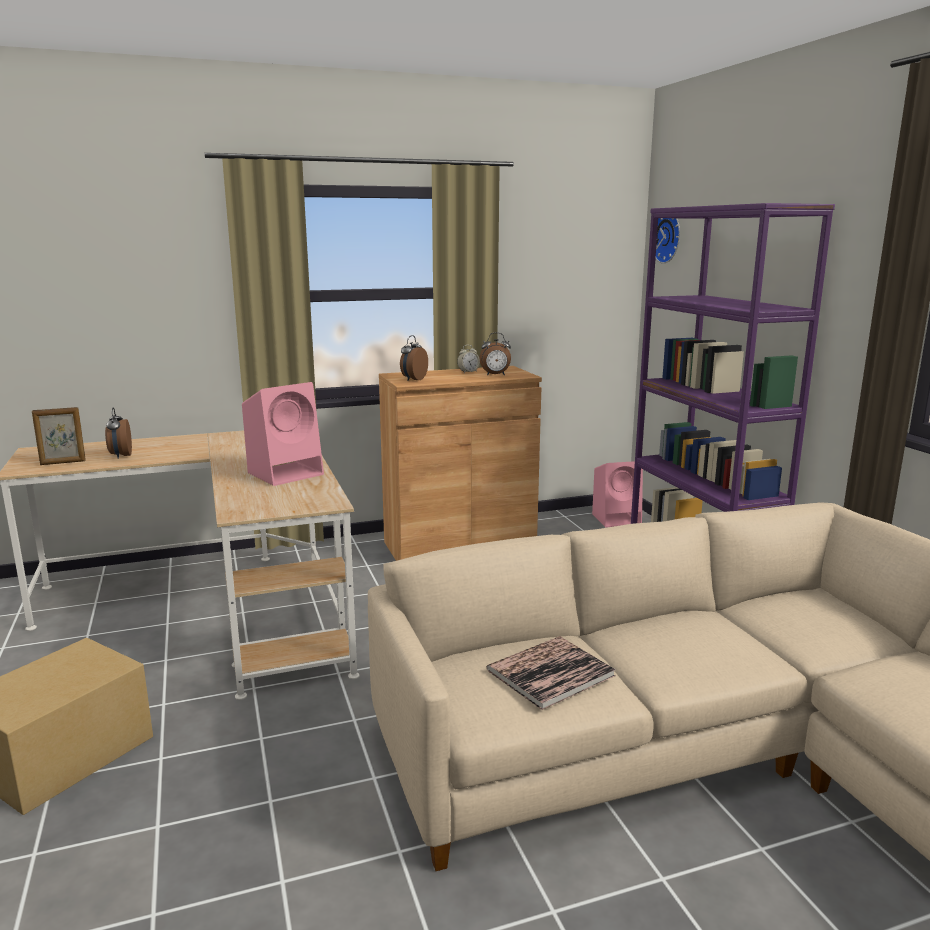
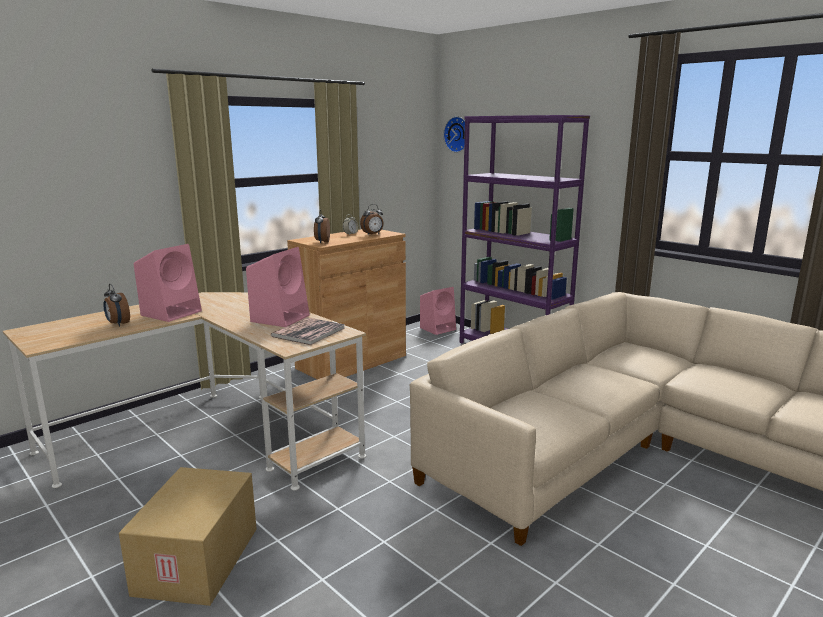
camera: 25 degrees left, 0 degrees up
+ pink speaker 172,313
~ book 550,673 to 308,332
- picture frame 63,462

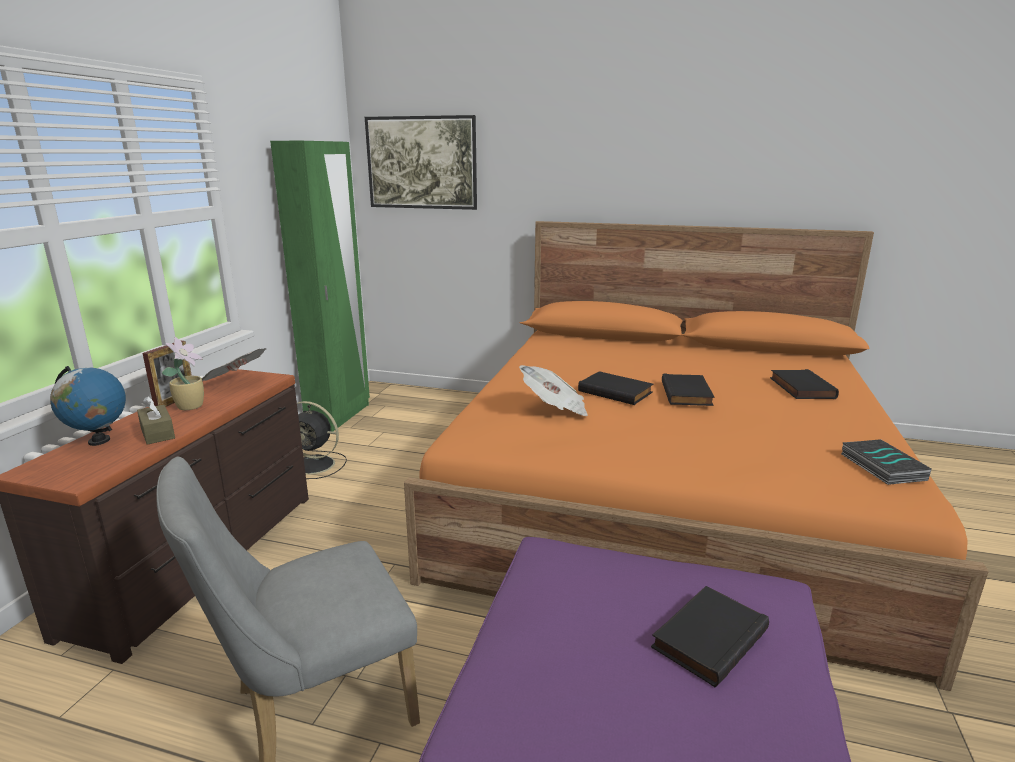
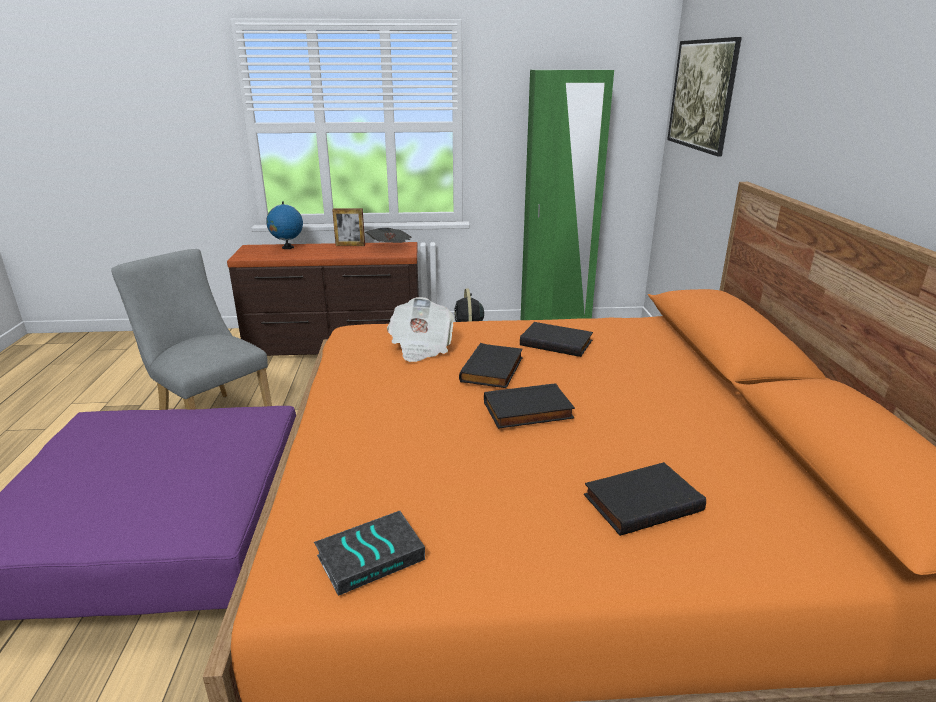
camera: 70 degrees right, 5 degrees up
~ black book 707,637 to 557,342
- brown tissue box 157,433
- potted plant 191,406

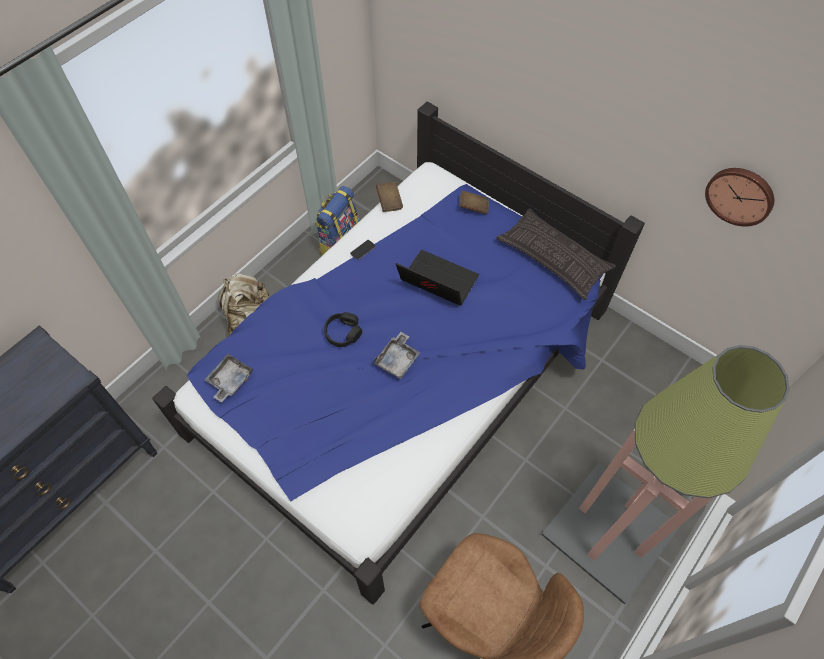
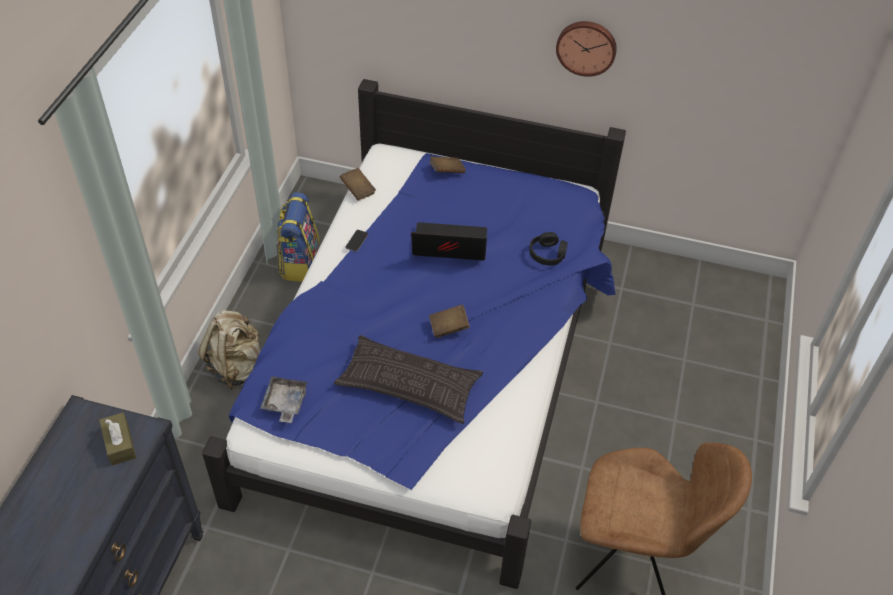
camera: 25 degrees left, 10 degrees down
+ brown tissue box 119,444
~ pillow 553,258 to 409,385
~ grey tray 397,360 to brown book 448,327
~ black headphones 343,333 to 547,254
~ wall clock 740,195 to 586,47
- floor lamp 612,531

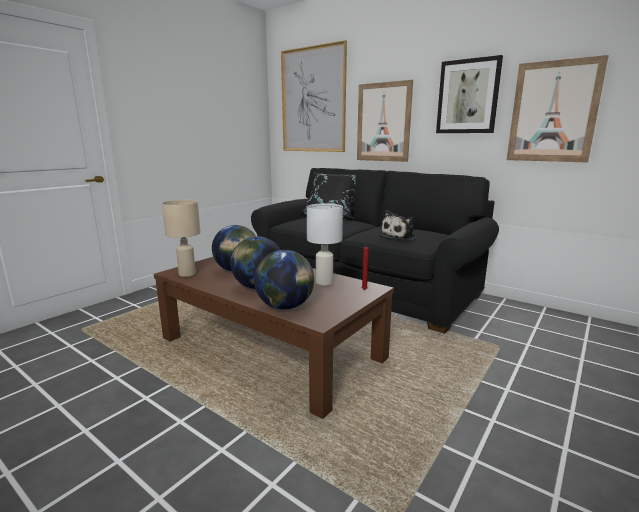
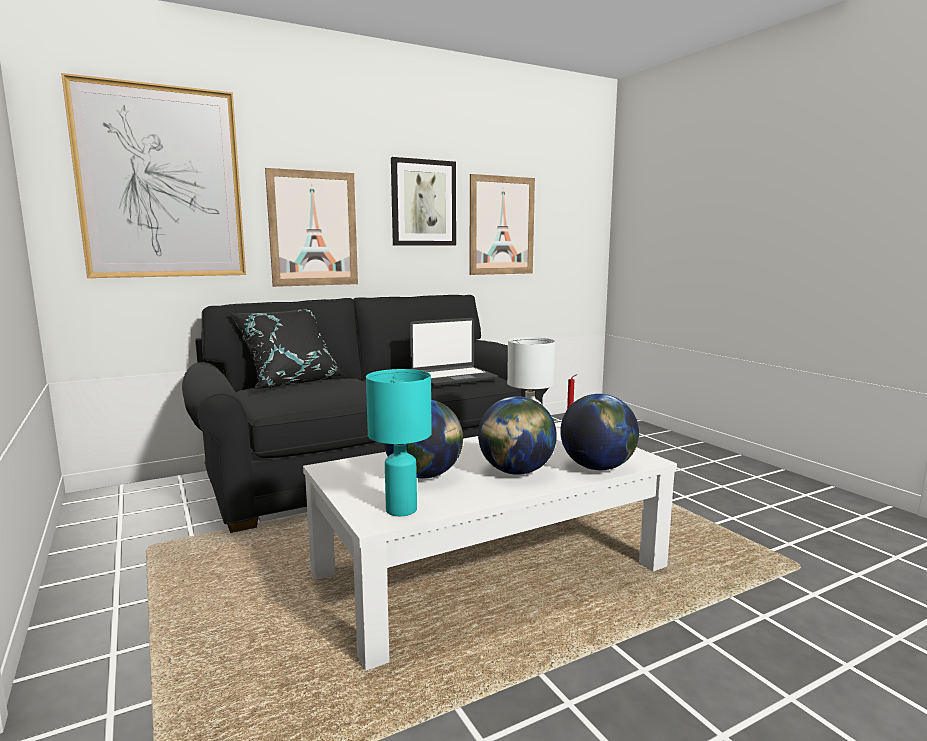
camera: 65 degrees left, 5 degrees down
~ brown coffee table 271,348 to white coffee table 491,569
~ beige table lamp 187,274 to turquoise table lamp 402,510
~ plush toy 399,237 to laptop 453,377

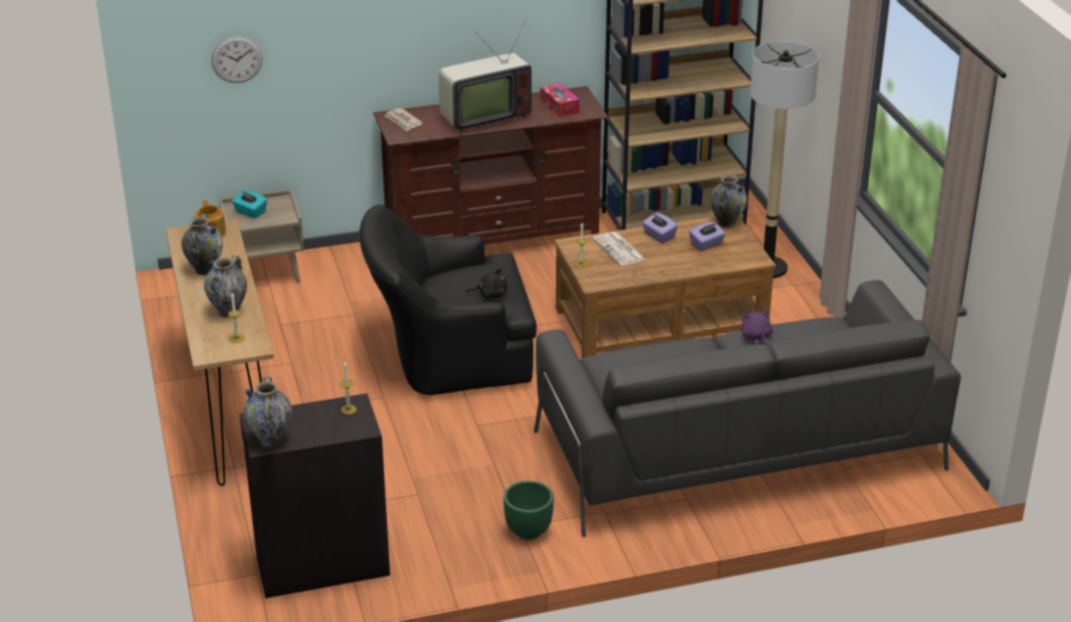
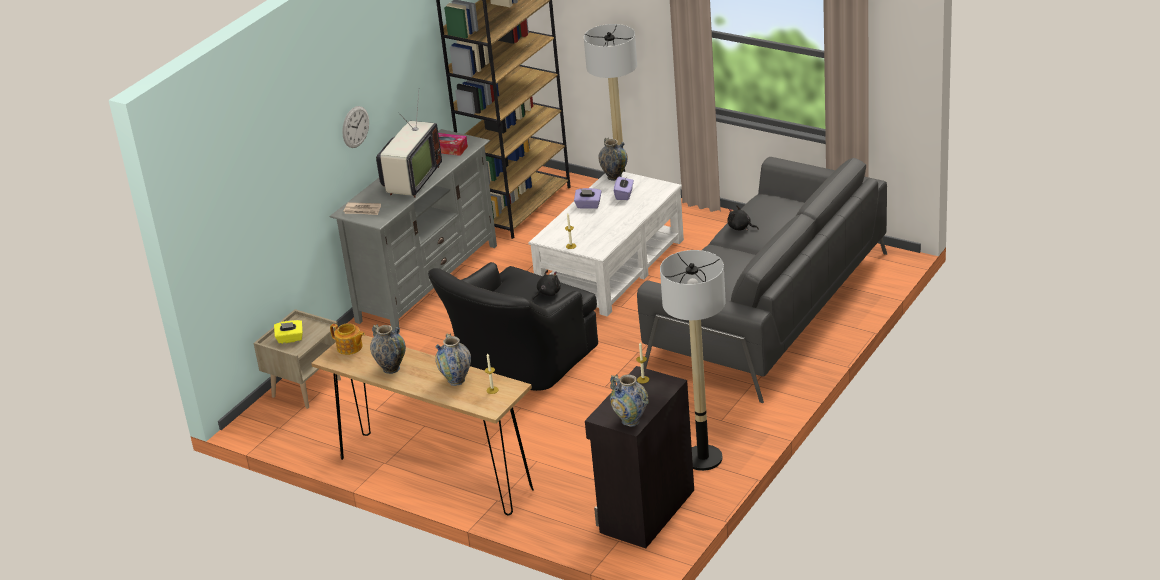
camera: 40 degrees left, 0 degrees up
~ turquoise tissue box 250,212 to yellow tissue box 290,339
~ brown tv stand 492,242 to grey tv stand 427,283
~ wall clock 237,59 to 355,127
~ brown coffee table 659,320 to white coffee table 610,268
+ floor lamp 703,458
~ purple plush toy 756,337 to black plush toy 740,227
- green planter 528,532
- newspaper 620,250

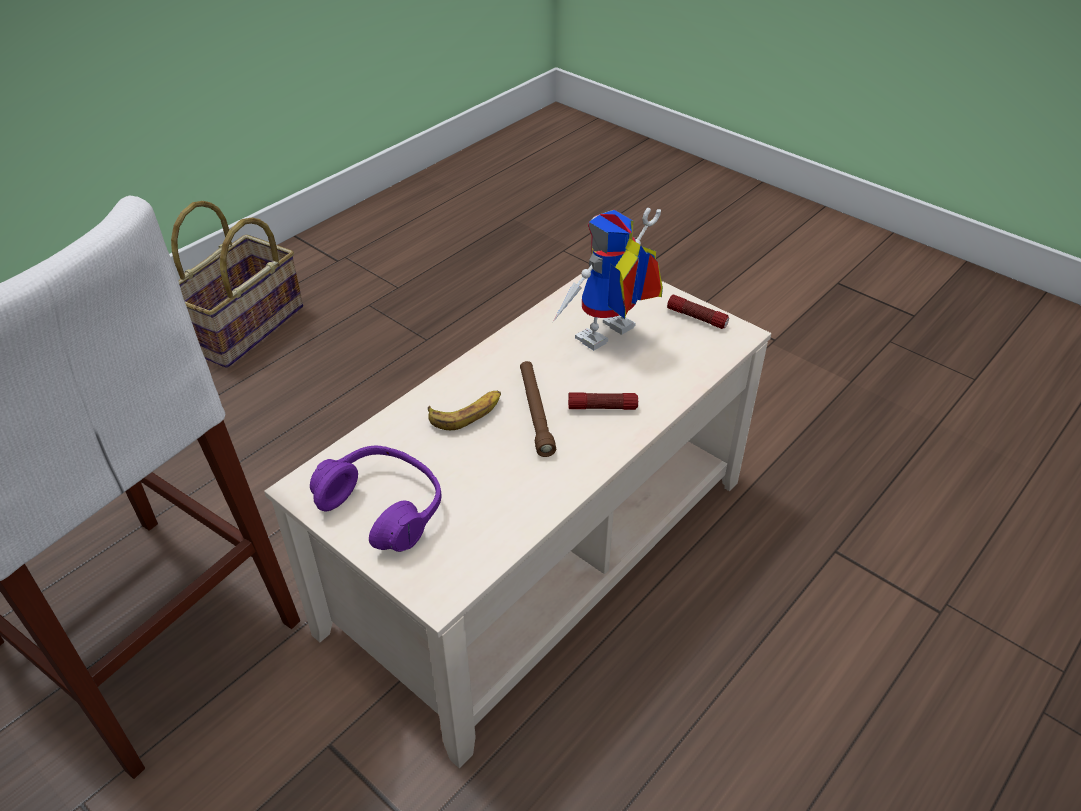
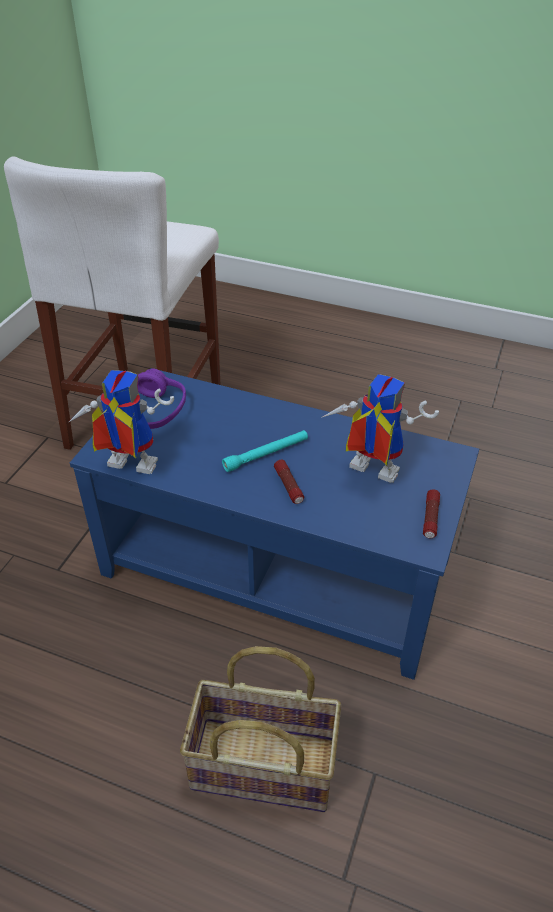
camera: 70 degrees right, 0 degrees up
+ toy robot 126,468
~ beige coffee table 540,554 to blue coffee table 275,567
~ basket 245,328 to 262,767
~ brown flashlight 535,412 to turquoise flashlight 266,454
- banana 467,413

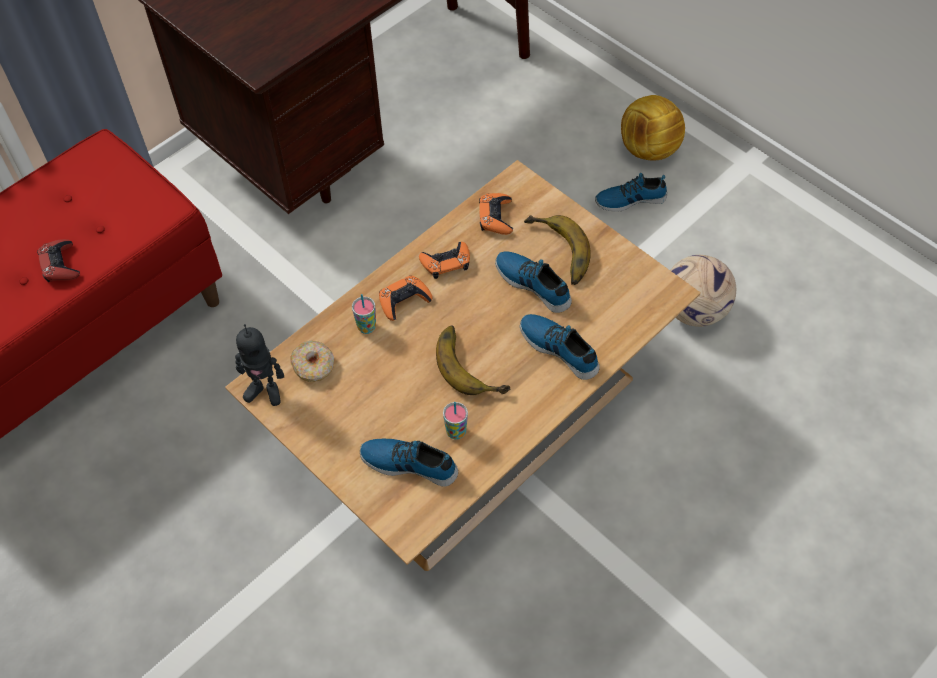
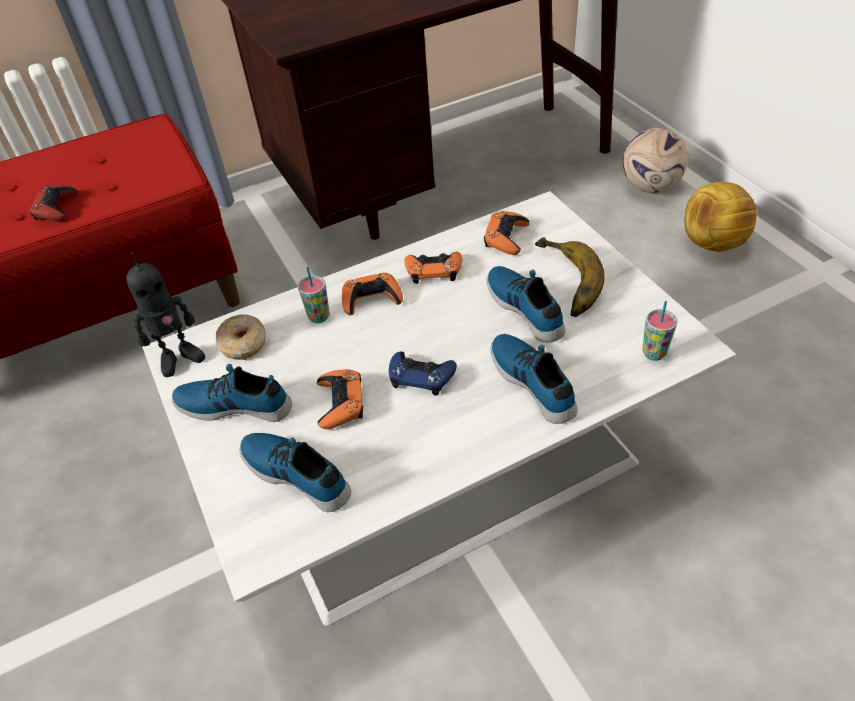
camera: 20 degrees right, 10 degrees down
~ toy robot 265,390 = 179,358 60 degrees counterclockwise
~ brown coffee table 469,421 to white coffee table 436,467
~ shoe 630,199 to 234,404
+ orange game controller 341,403
~ banana 472,363 to blue game controller 421,376
~ football 693,311 to 649,187
~ cup 456,432 to 654,353

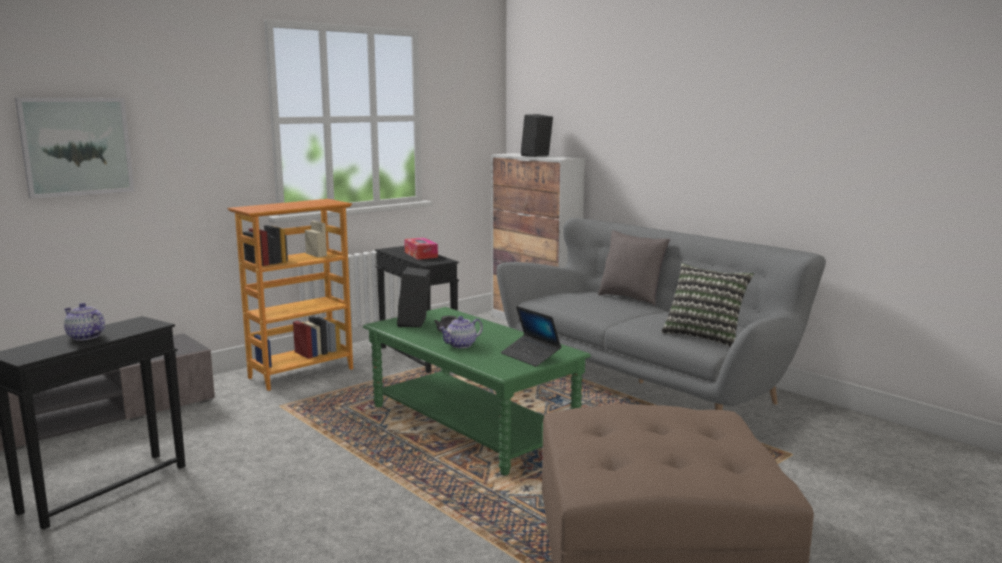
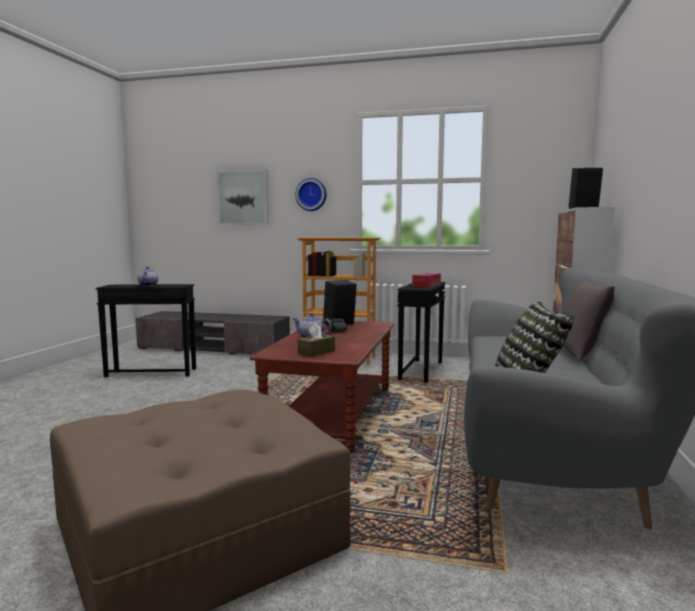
camera: 55 degrees right, 5 degrees down
~ green coffee table 471,425 to brown coffee table 333,413
+ wall clock 311,194
~ laptop 530,356 to brown tissue box 316,352

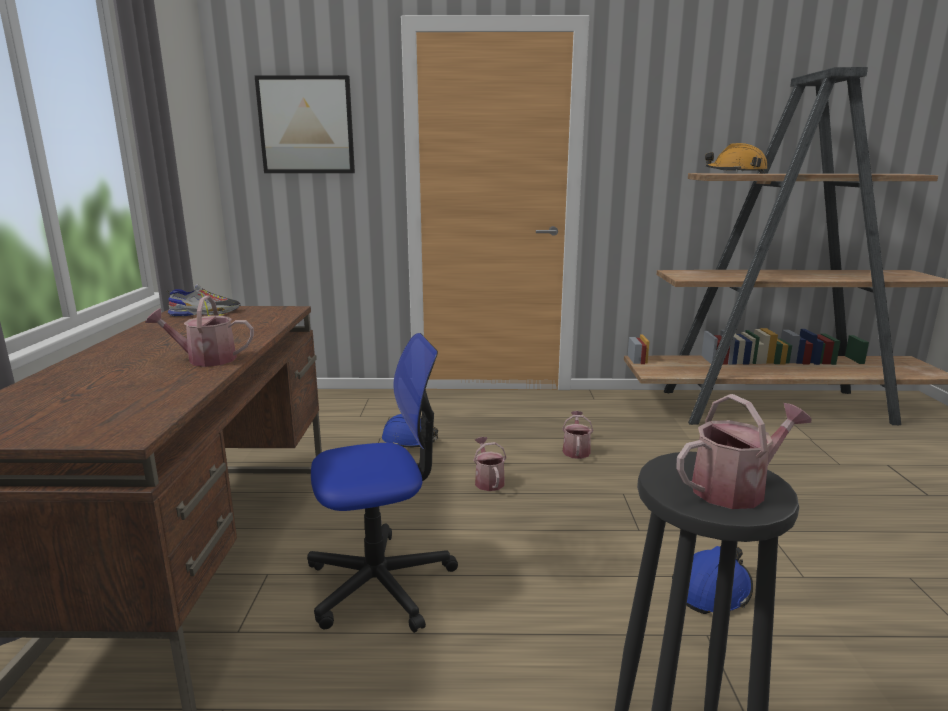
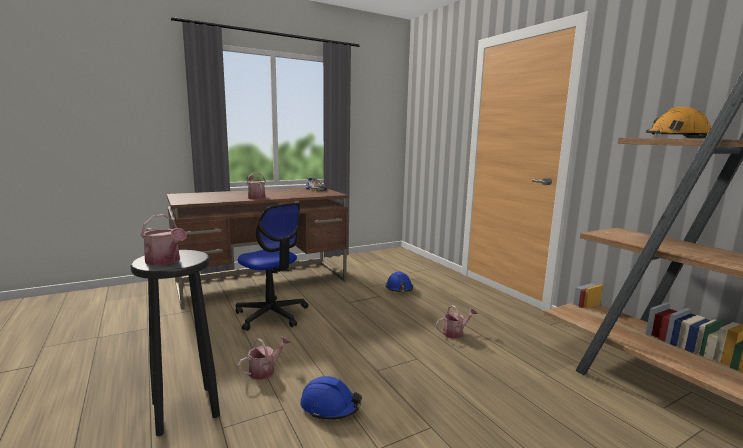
camera: 60 degrees right, 5 degrees down
~ watering can 488,481 to 265,370
- picture 306,125

